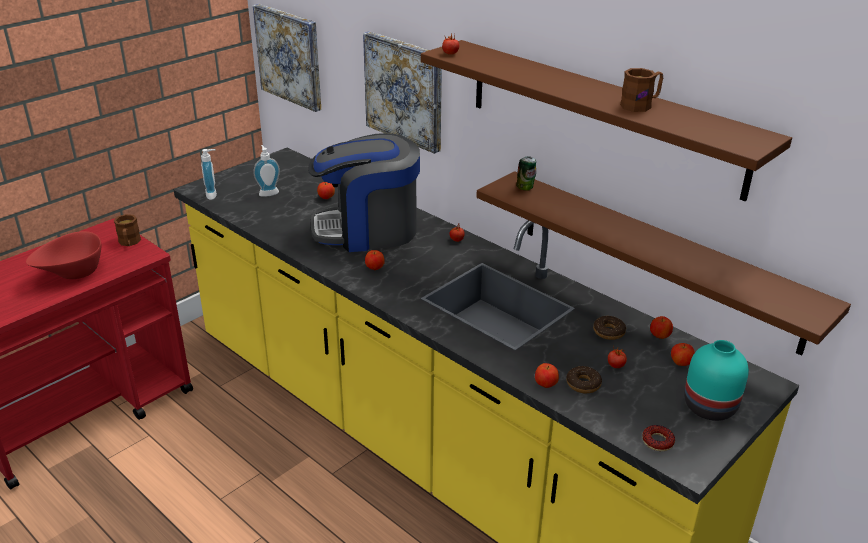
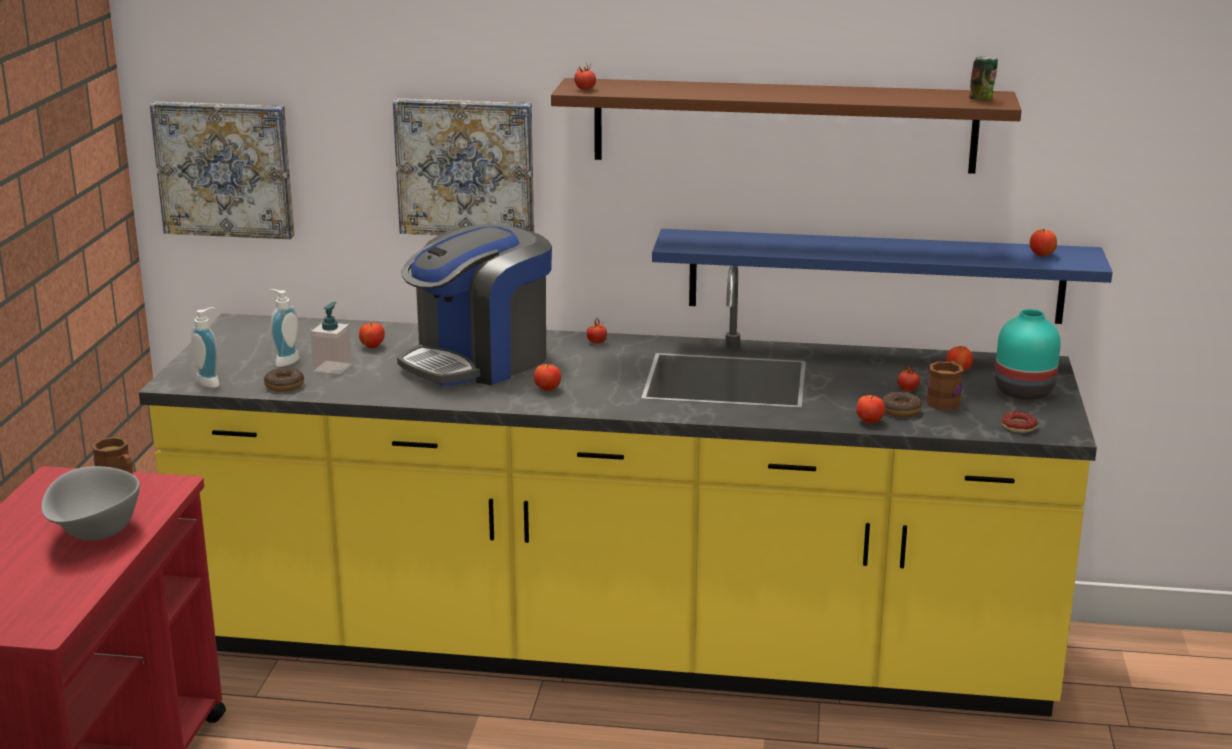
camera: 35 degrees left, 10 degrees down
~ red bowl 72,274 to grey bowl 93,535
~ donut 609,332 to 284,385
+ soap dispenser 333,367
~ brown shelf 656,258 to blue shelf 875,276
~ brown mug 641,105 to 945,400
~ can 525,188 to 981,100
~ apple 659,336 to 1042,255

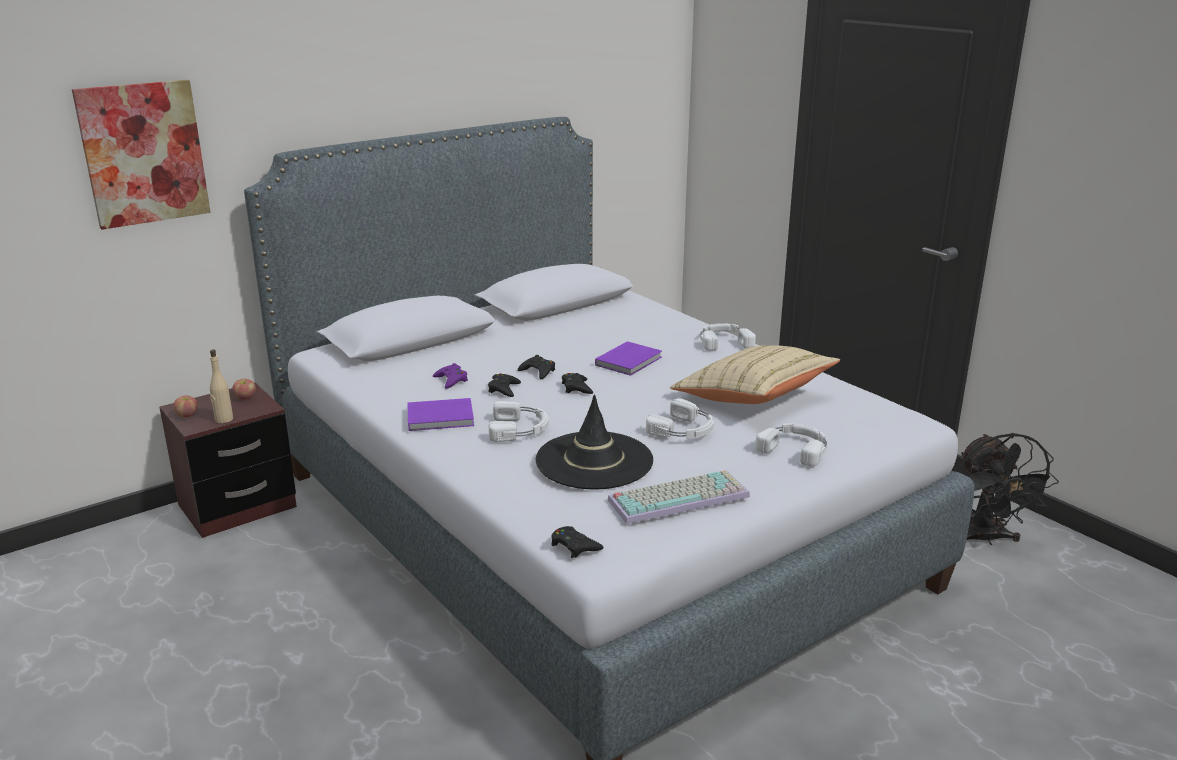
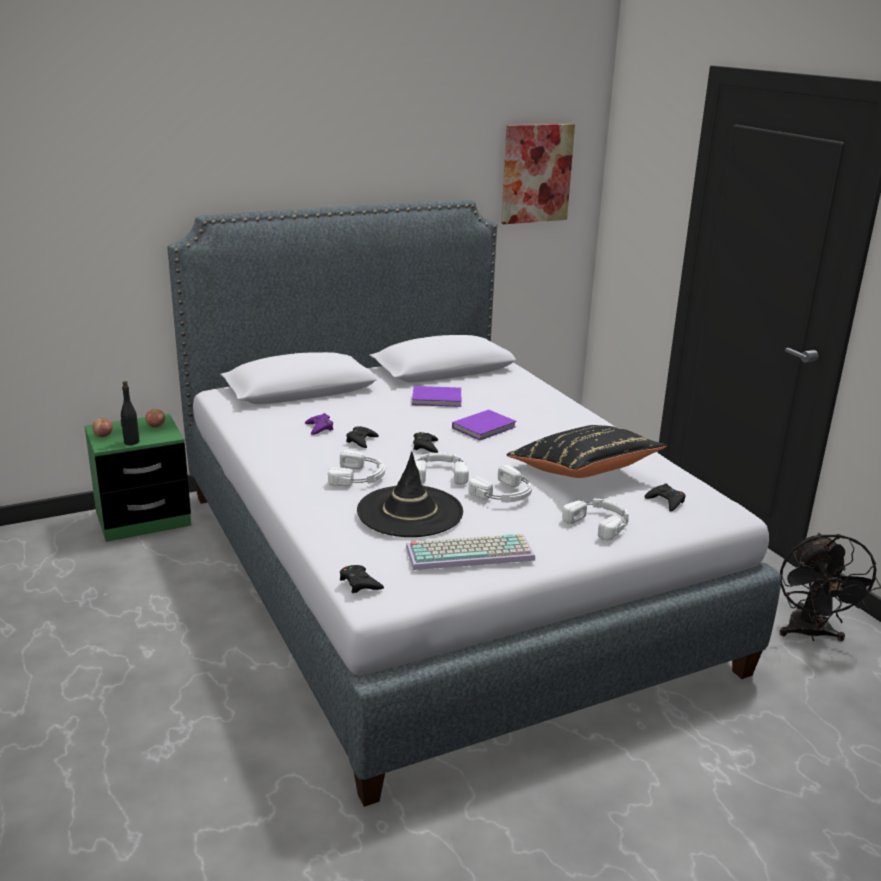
camera: 10 degrees right, 0 degrees up
~ brown nightstand 237,506 to green nightstand 143,519
~ beige bottle 223,419 to black bottle 131,442
~ purple book 442,418 to 438,399
~ white headphones 724,341 to 440,473
~ picture 143,153 to 536,173
~ beige pillow 752,398 to black pillow 583,472
~ black game controller 538,371 to 666,501

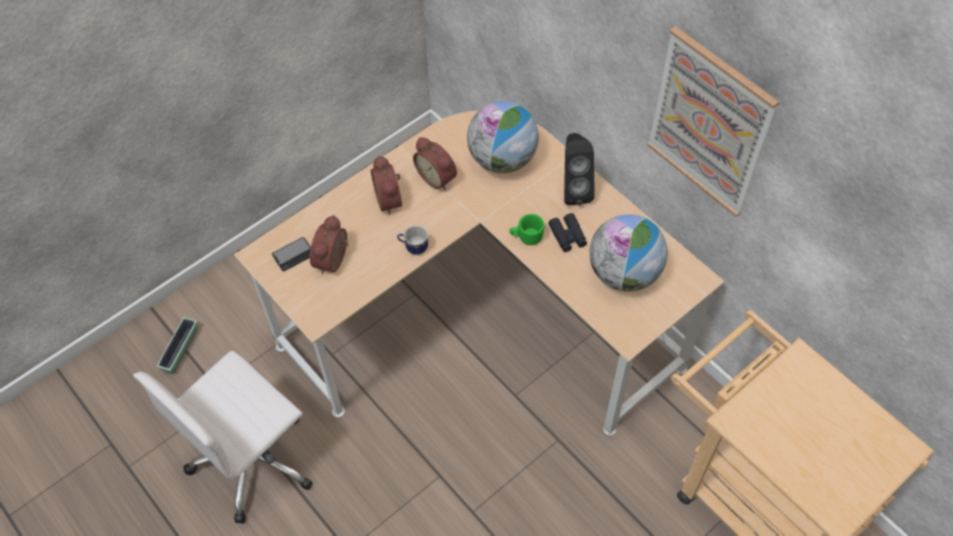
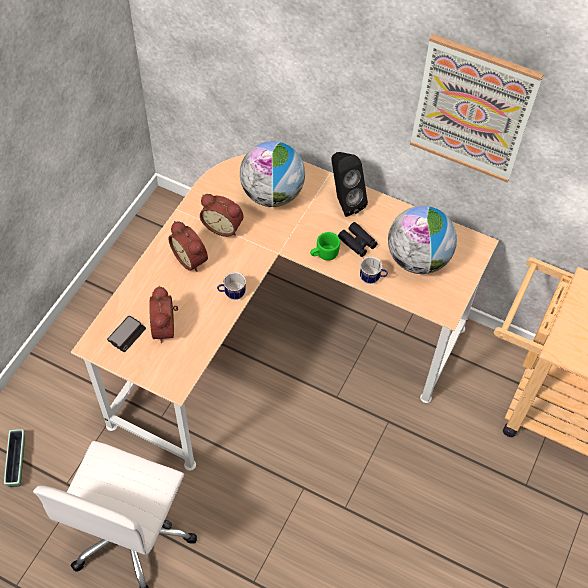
camera: 25 degrees left, 0 degrees up
+ mug 372,278

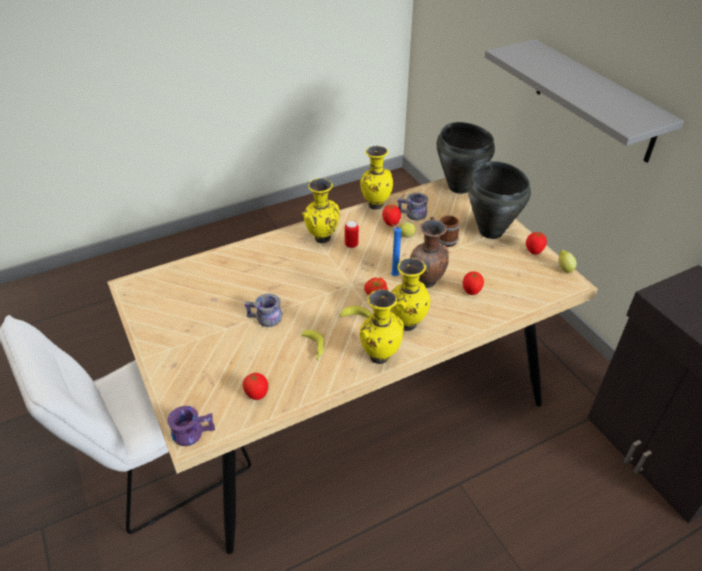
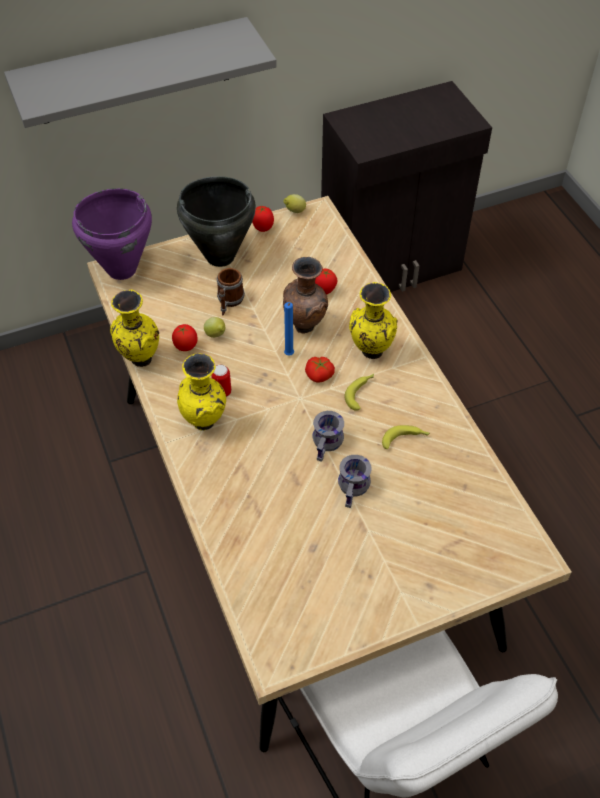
camera: 85 degrees left, 10 degrees up
~ black cooking pot 459,187 to purple cooking pot 121,269
~ grey mug 412,215 to 328,444
- purple mug 192,431
- tomato 257,395
- yellow vase 379,356

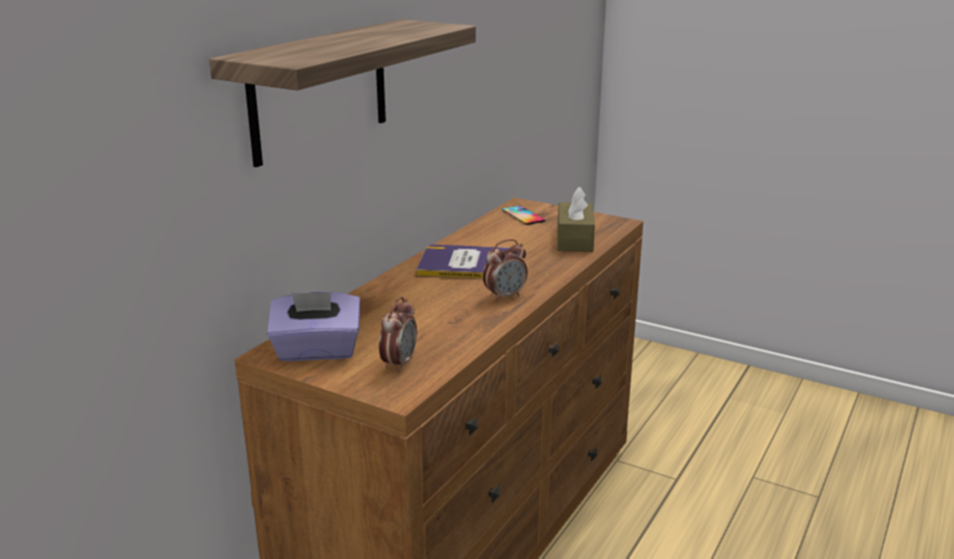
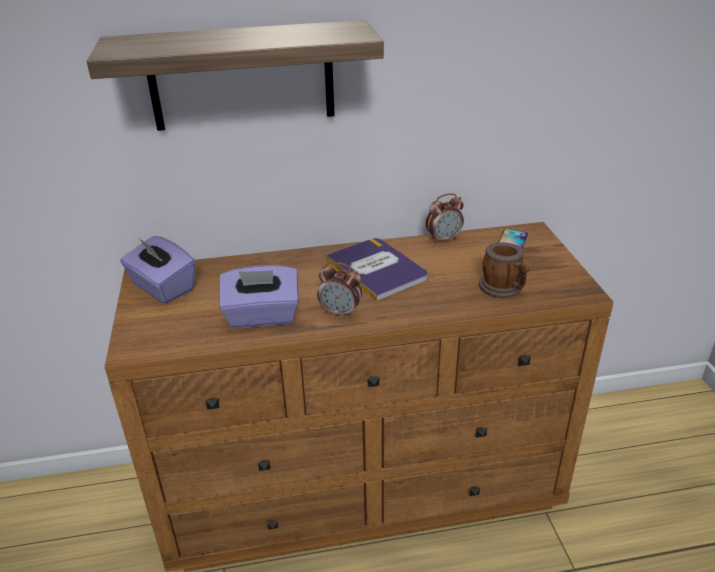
camera: 50 degrees right, 10 degrees up
+ purple tissue box 262,316
~ alarm clock 399,363 to 443,239
~ brown tissue box 574,239 to mug 504,289

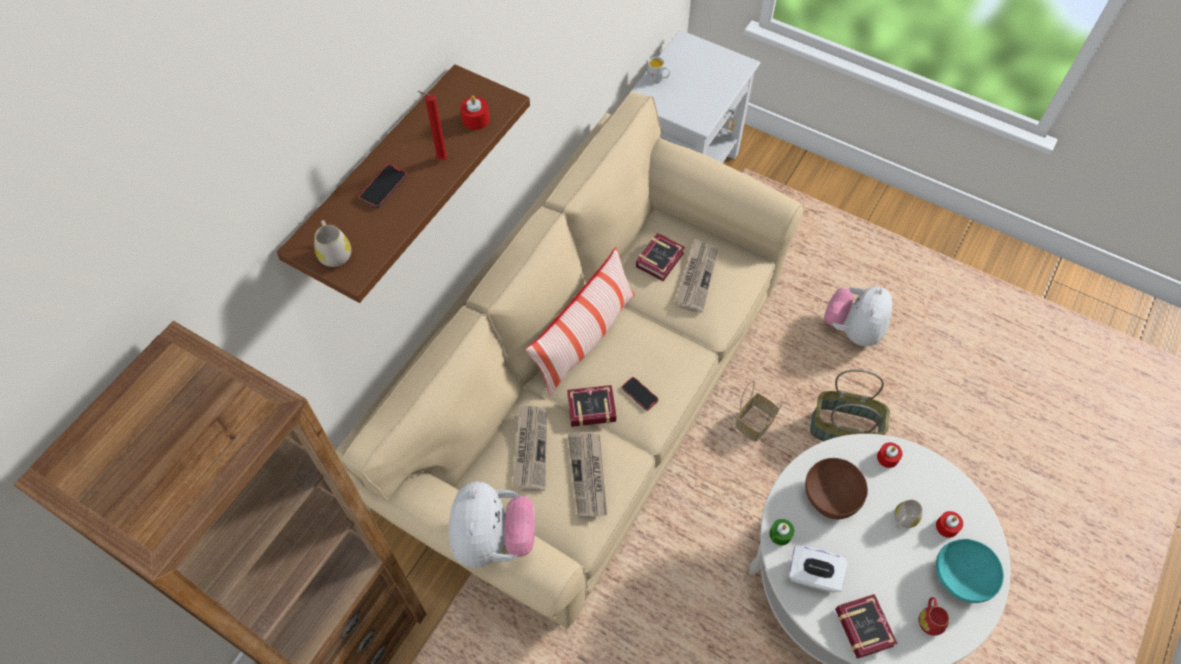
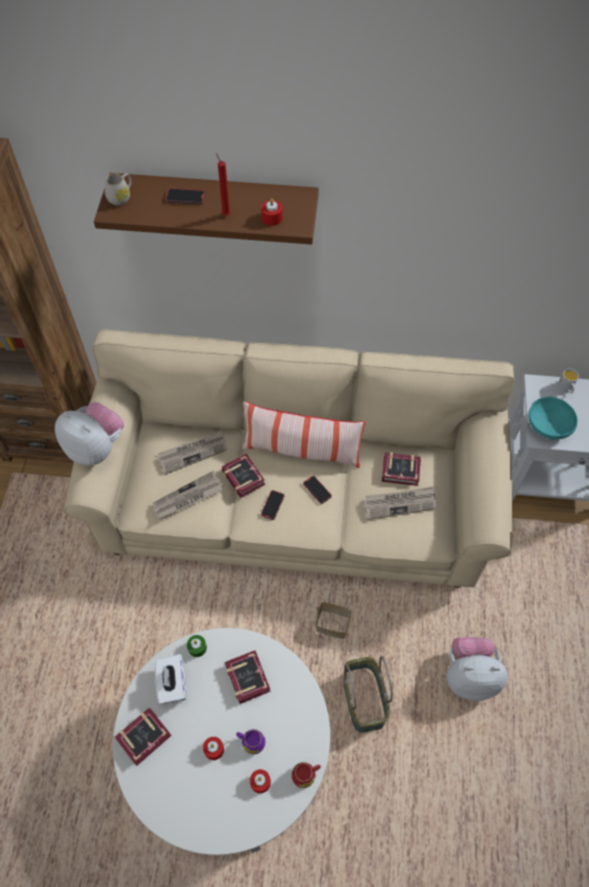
camera: 65 degrees right, 0 degrees up
~ plush toy 493,539 = 96,447 120 degrees counterclockwise
~ red candle 887,458 to 214,749
~ brown bowl 831,495 to book 248,675
~ white mug 903,520 to purple mug 250,742
~ red mug 929,619 to 306,775
+ phone 317,490
~ turquoise bowl 961,577 to 547,426

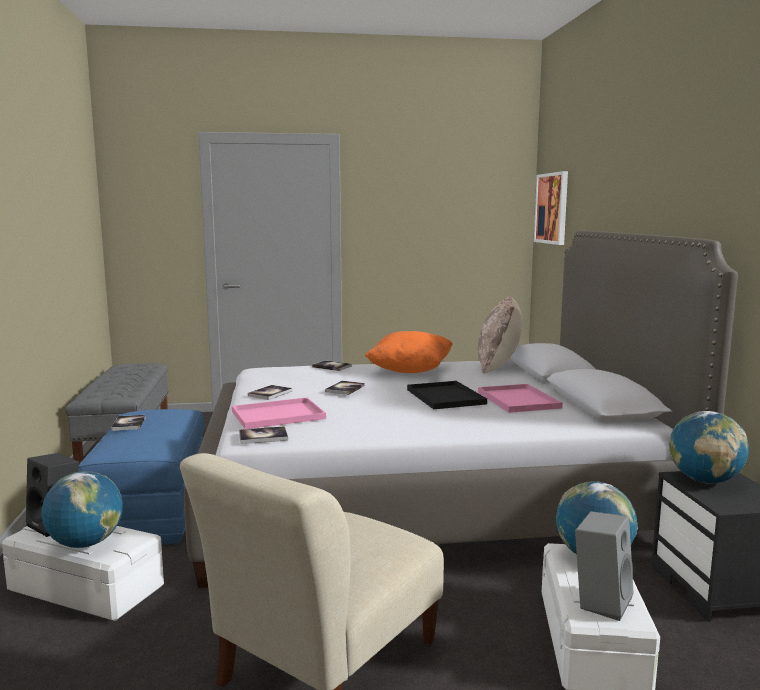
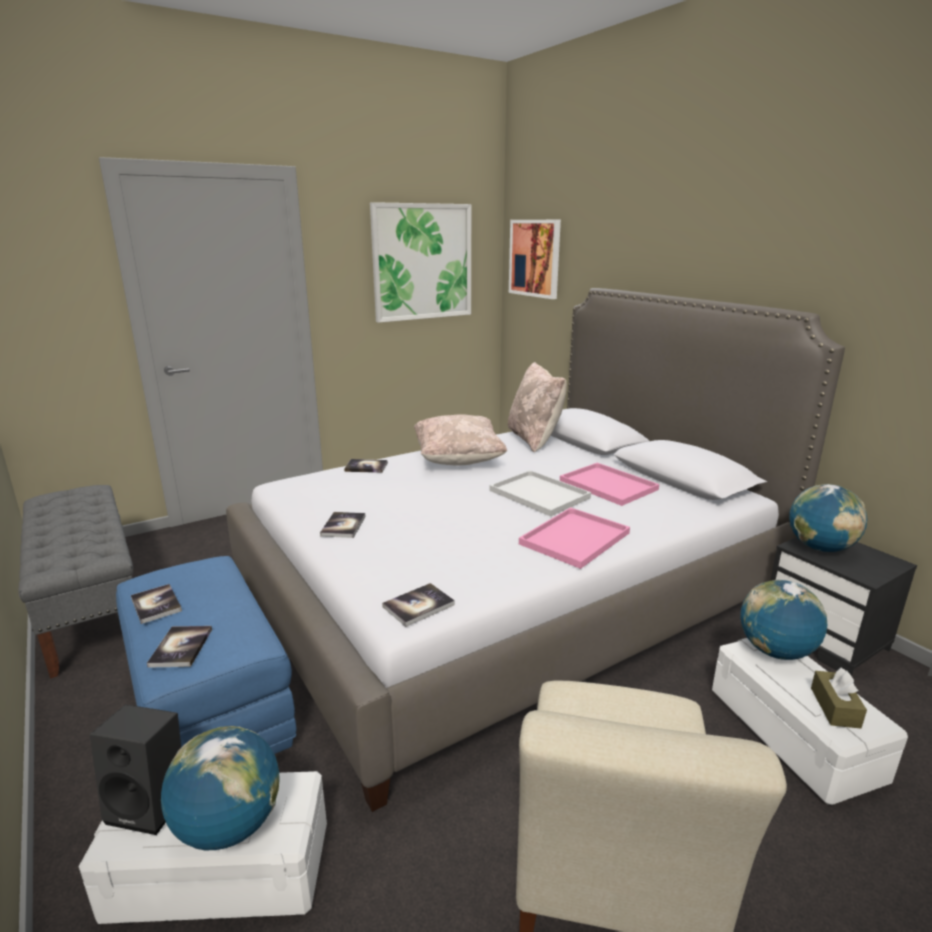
camera: 25 degrees left, 10 degrees up
~ book 345,389 to 181,647
+ picture 422,262
~ orange pillow 410,371 to beige pillow 458,460
~ black tray 447,397 to white tray 541,494
~ pink tray 279,414 to 575,537
~ grey speaker 600,601 to brown tissue box 835,707

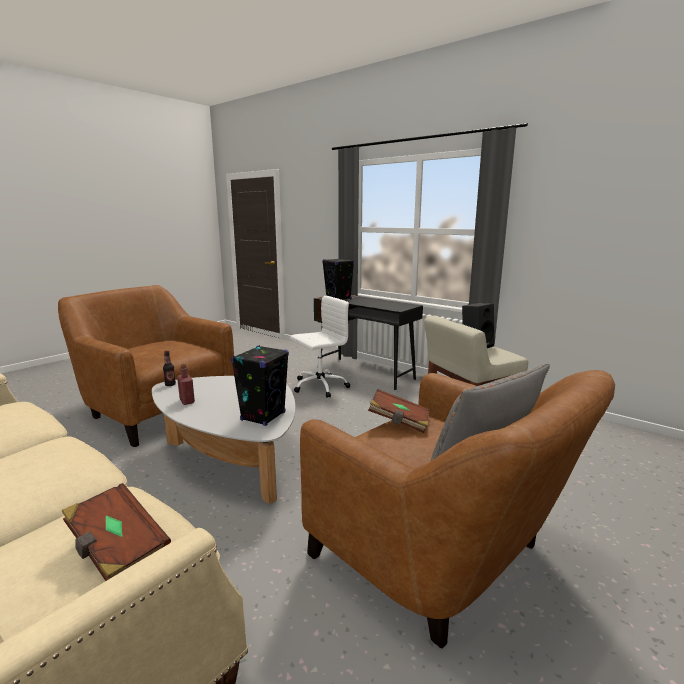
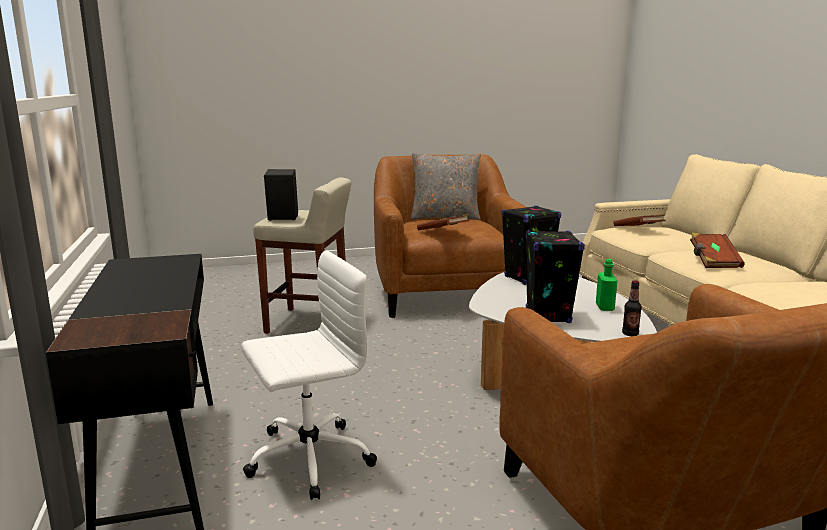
camera: 145 degrees left, 0 degrees up
~ white office chair 319,386 = 307,459 150 degrees clockwise
~ black speaker 338,298 to 547,316
~ red bottle 187,401 to green bottle 604,307
+ brown book 713,261

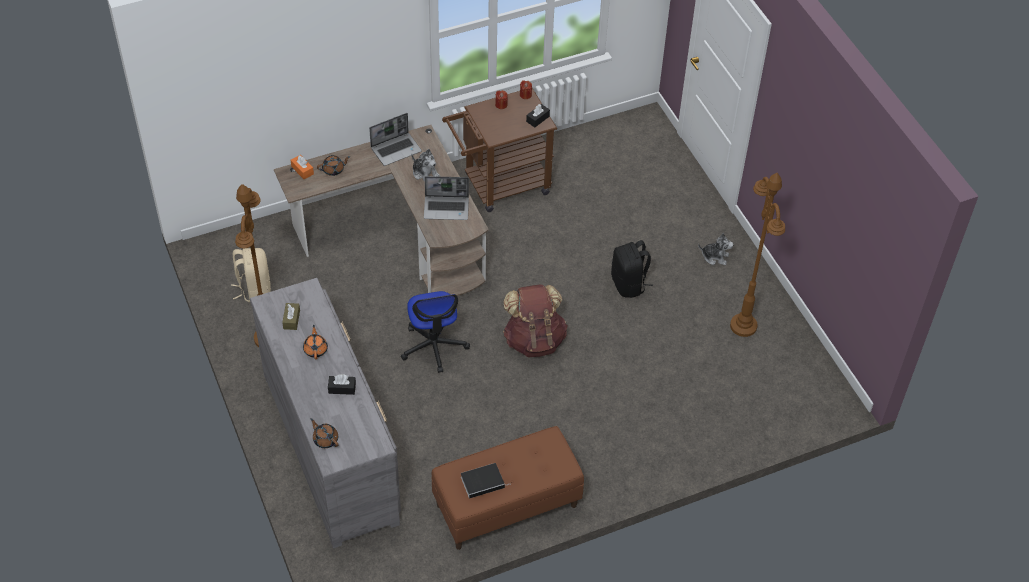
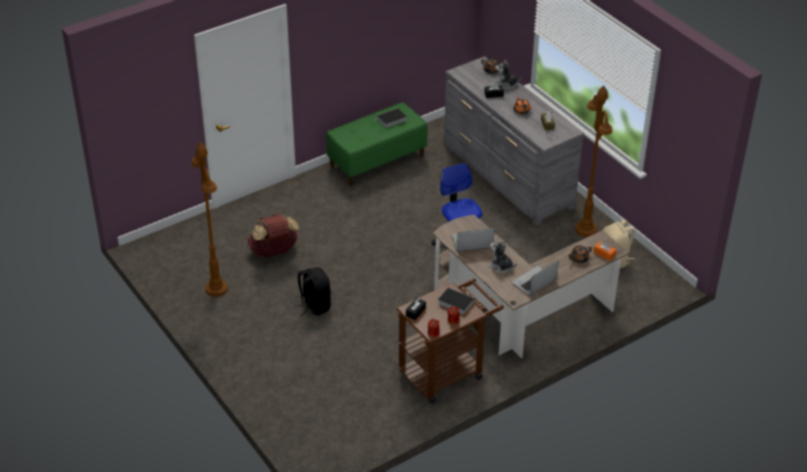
camera: 170 degrees right, 10 degrees down
~ brown backpack 534,340 to 274,252
~ brown bench 506,506 to green bench 377,161
+ book 454,302
~ plush toy 715,257 to 506,85

